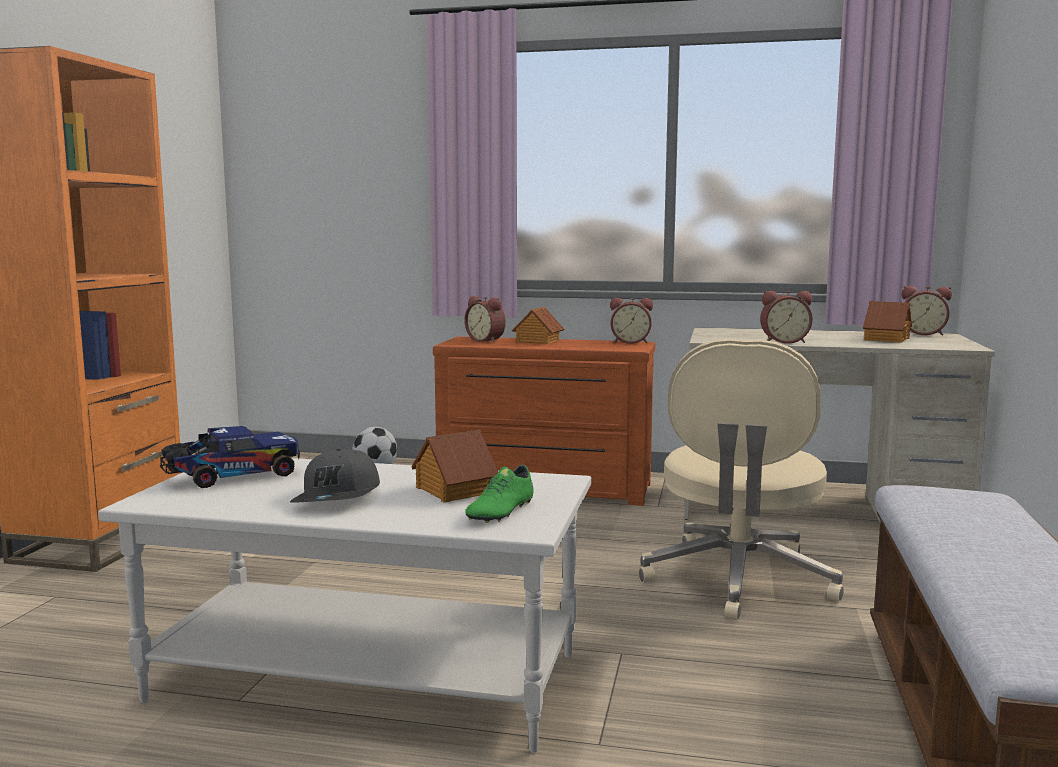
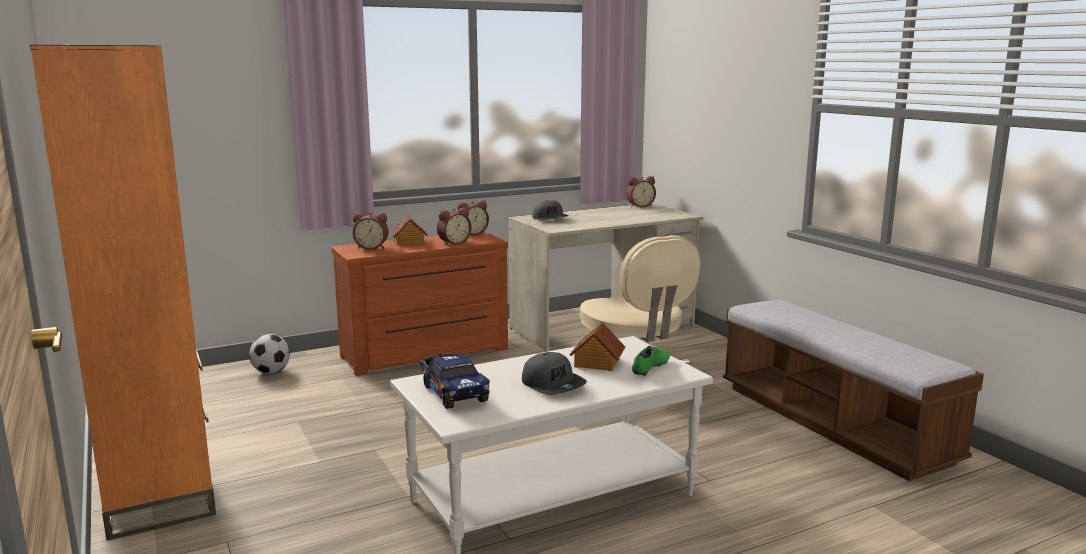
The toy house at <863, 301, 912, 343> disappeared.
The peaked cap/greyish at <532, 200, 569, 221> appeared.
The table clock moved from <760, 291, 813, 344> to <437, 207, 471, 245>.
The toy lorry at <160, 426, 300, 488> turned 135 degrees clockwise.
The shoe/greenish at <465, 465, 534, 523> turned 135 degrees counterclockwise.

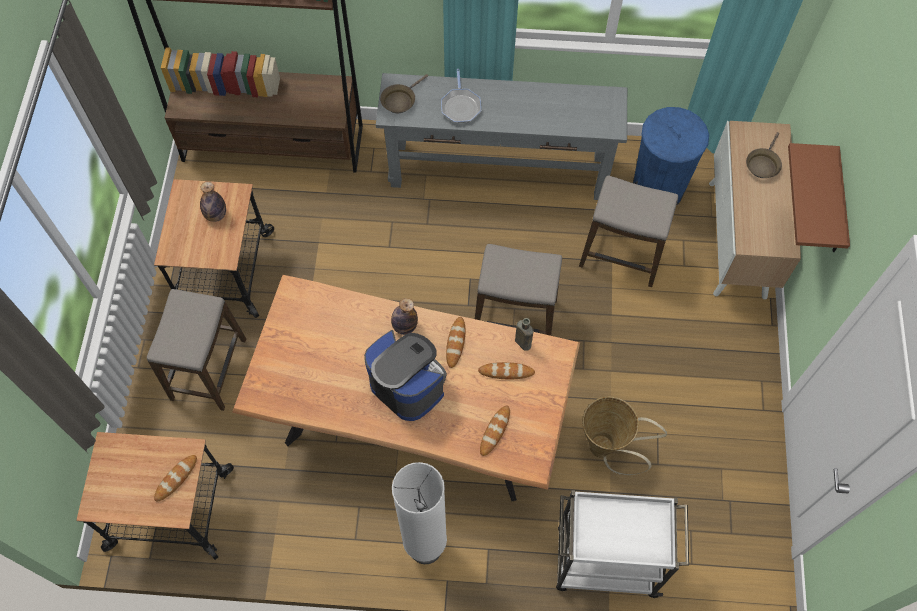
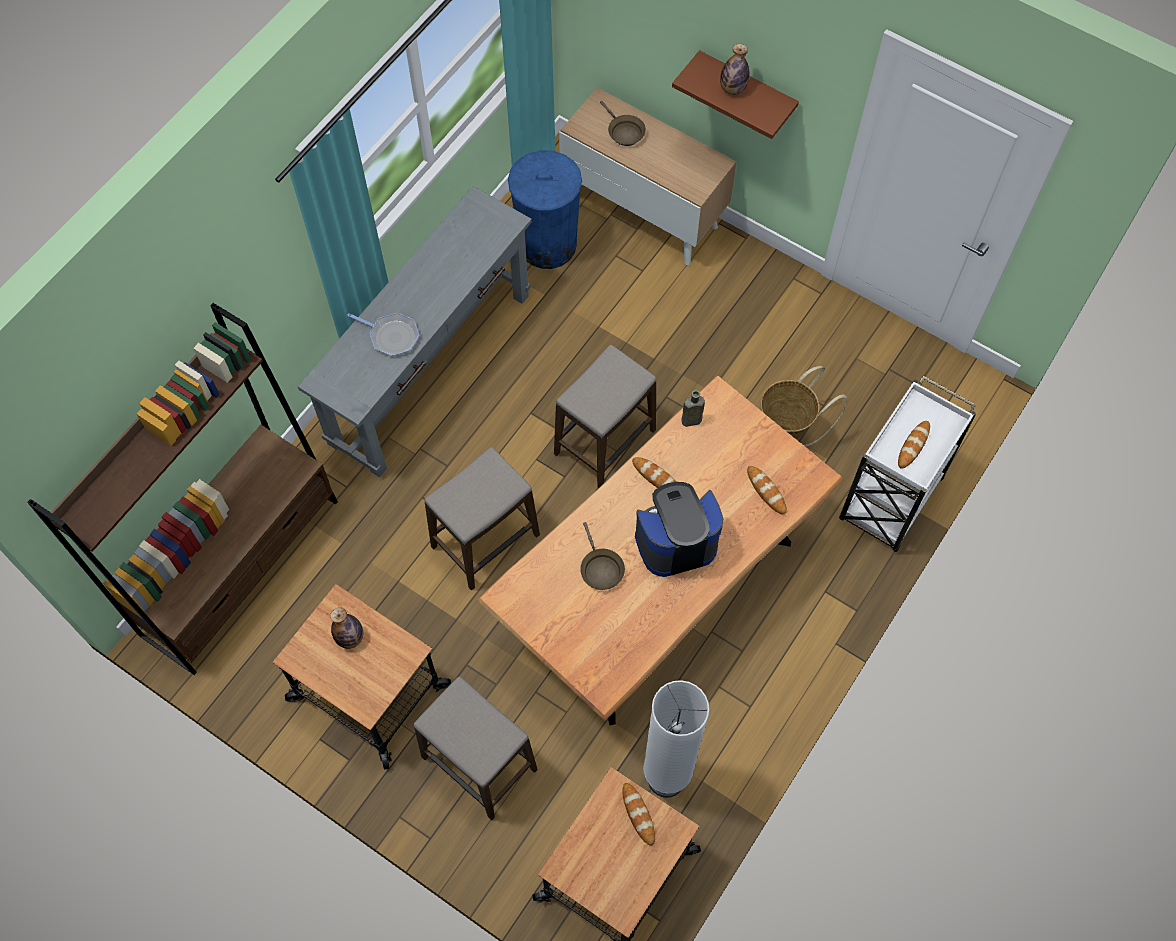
The skillet/brownish moved from <380, 74, 428, 113> to <580, 522, 625, 590>.
The drink bottle moved from <391, 298, 418, 335> to <720, 44, 750, 95>.
The standing lamp/whitish moved from <392, 462, 447, 564> to <643, 680, 709, 798>.
The bakery bread moved from <478, 362, 535, 379> to <898, 421, 930, 469>.
The sitting stool moved from <579, 176, 678, 287> to <425, 447, 540, 591>.

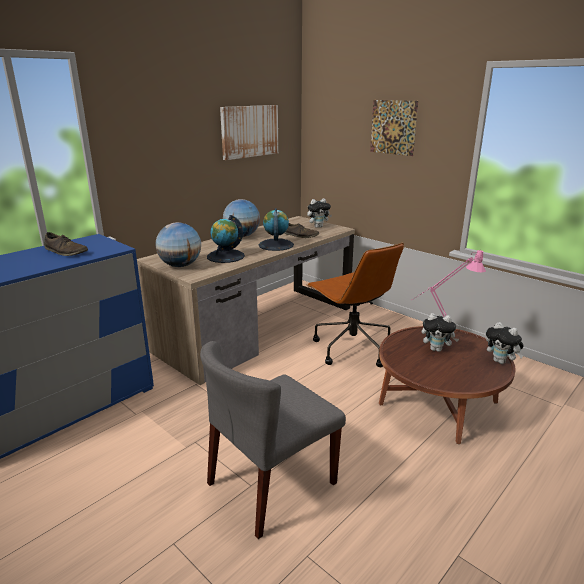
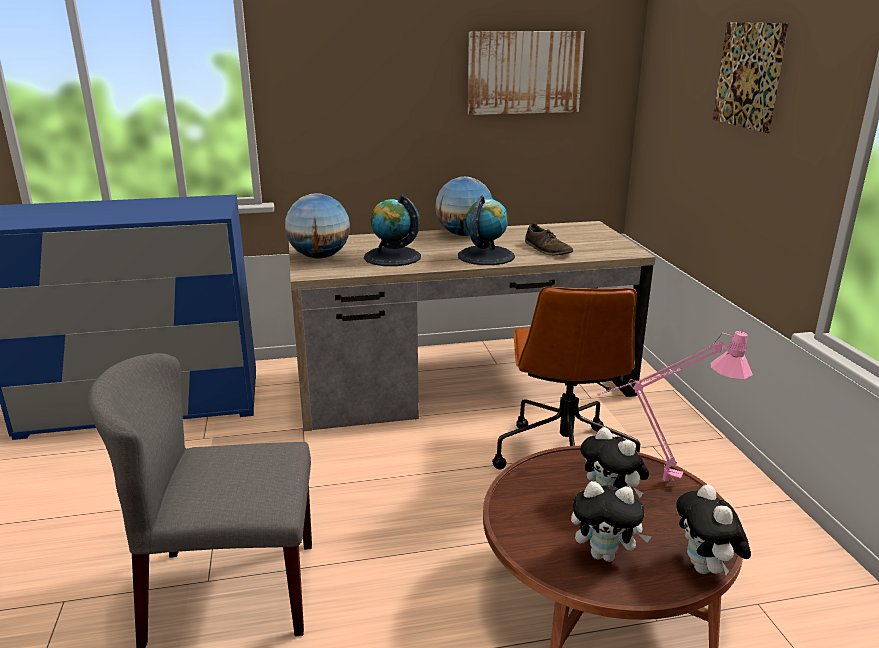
The shoe/brownish at <44, 232, 88, 256> disappeared.
The soft toy moved from <307, 198, 332, 228> to <571, 481, 652, 562>.

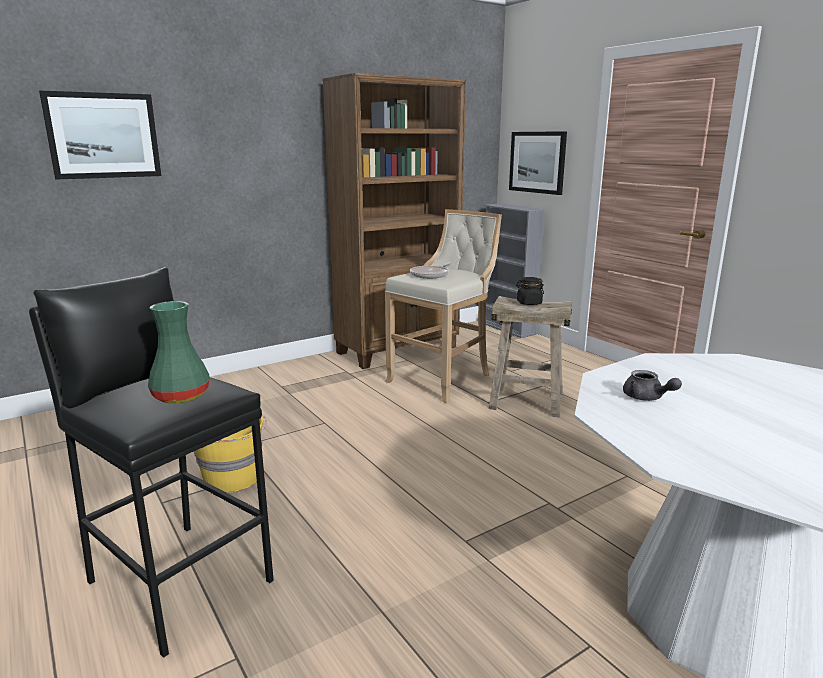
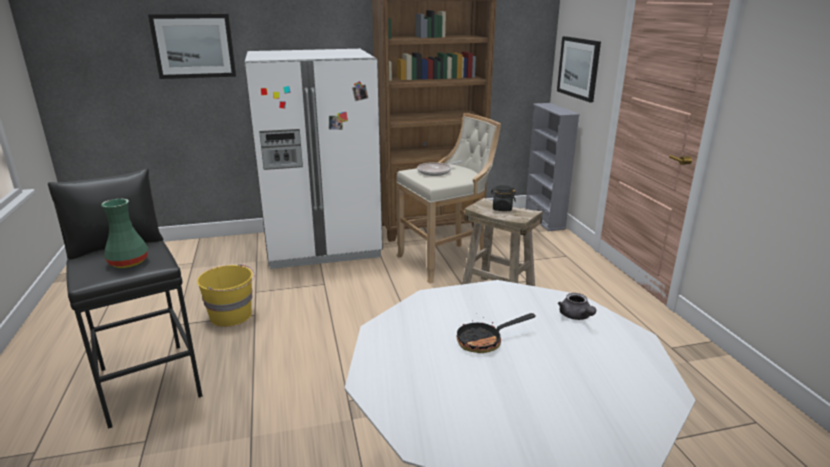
The kitchen fridge/whitish at <244, 49, 383, 269> appeared.
The skillet at <457, 313, 535, 353> appeared.
The pot for tea/greyish moved from <623, 370, 682, 401> to <558, 293, 596, 320>.

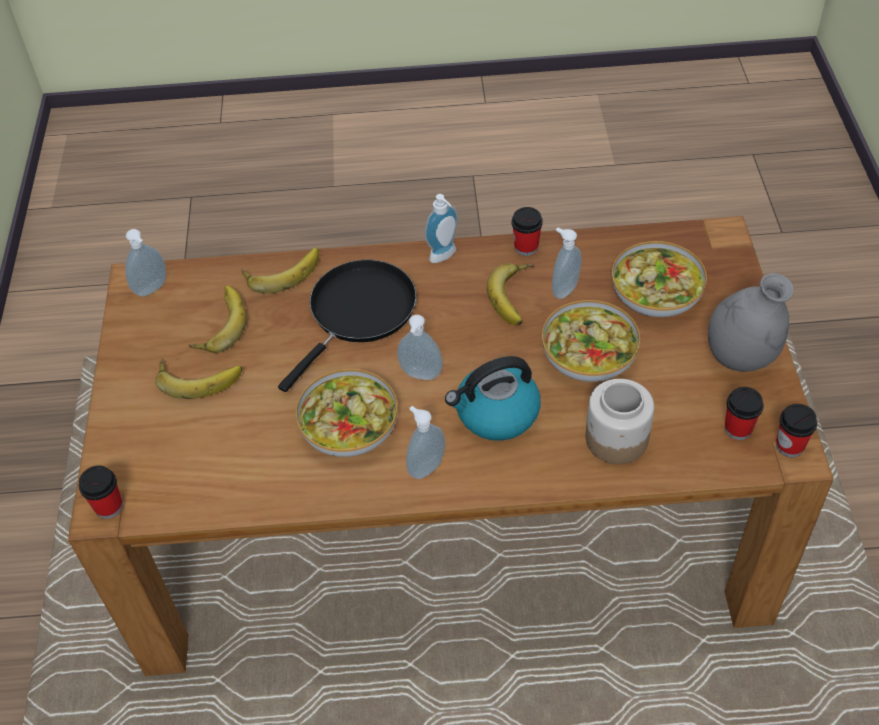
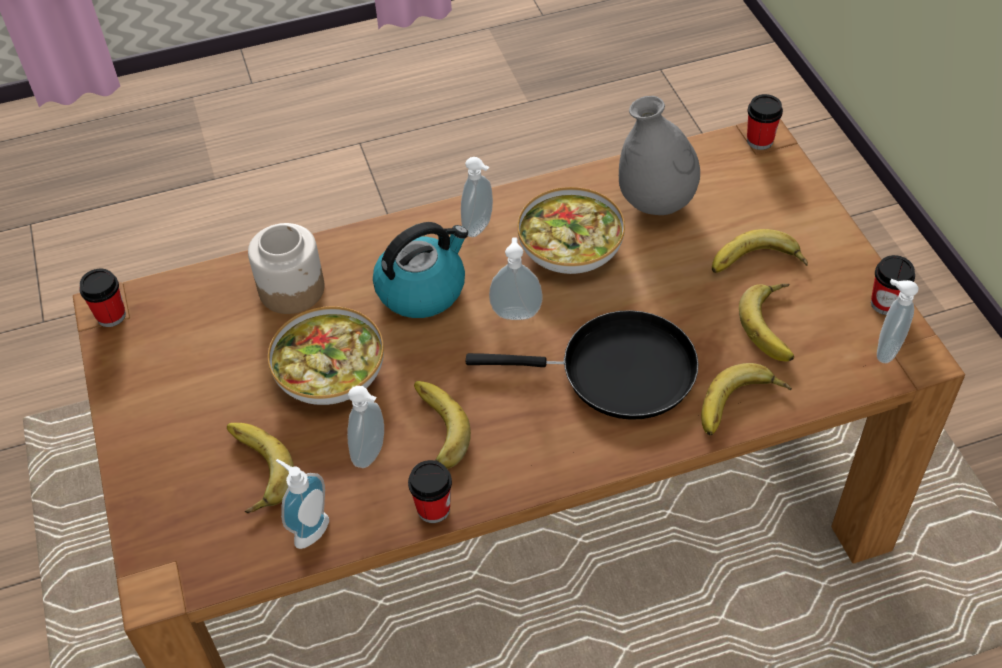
The soap bottle moved from <425, 194, 458, 263> to <276, 459, 329, 549>.
The decorative vase/greyish moved from <708, 273, 794, 372> to <619, 96, 700, 215>.
The small cup moved from <725, 387, 764, 440> to <871, 255, 915, 315>.
The serving bowl at <612, 241, 707, 317> was replaced by the banana fruit at <227, 423, 294, 513>.
The skillet/black at <278, 260, 416, 392> turned 105 degrees counterclockwise.

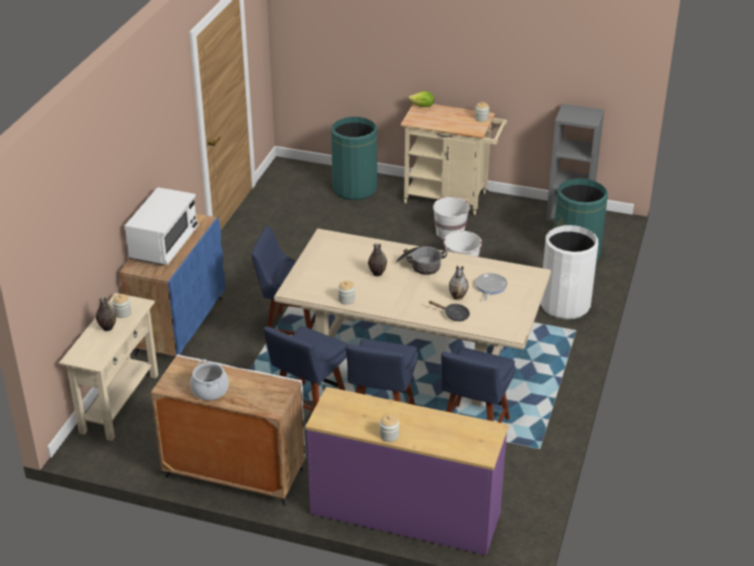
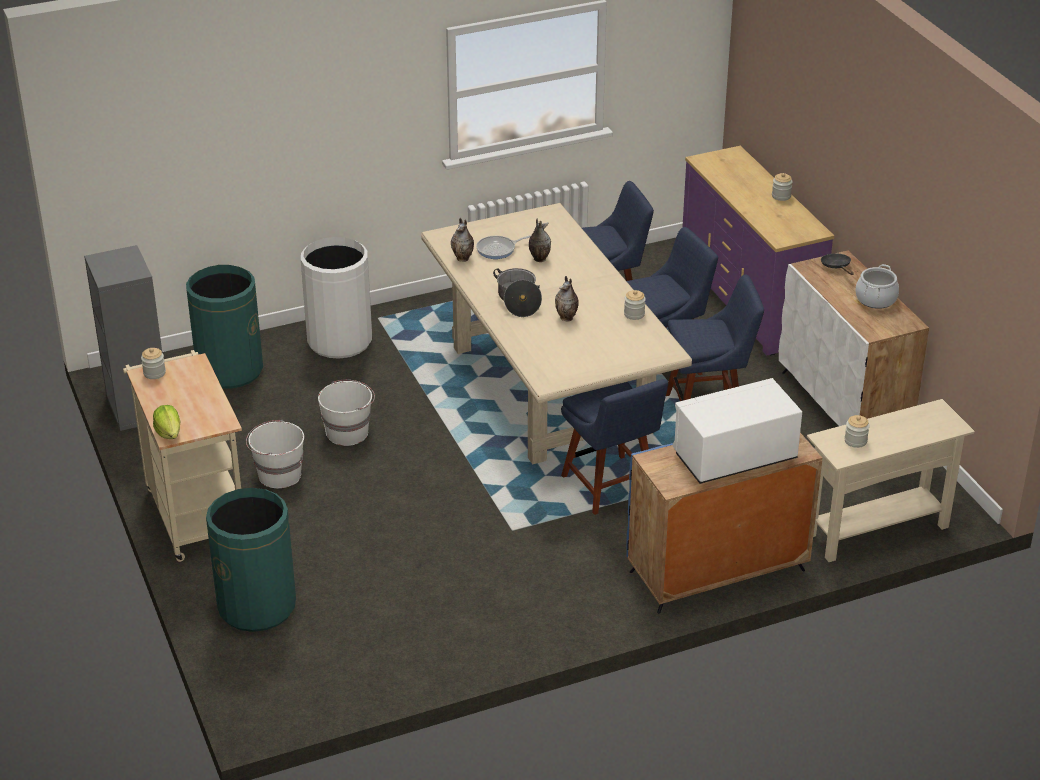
The decorative vase moved from <96, 296, 116, 331> to <451, 218, 474, 262>.
The skillet/black moved from <428, 301, 470, 321> to <821, 254, 854, 275>.

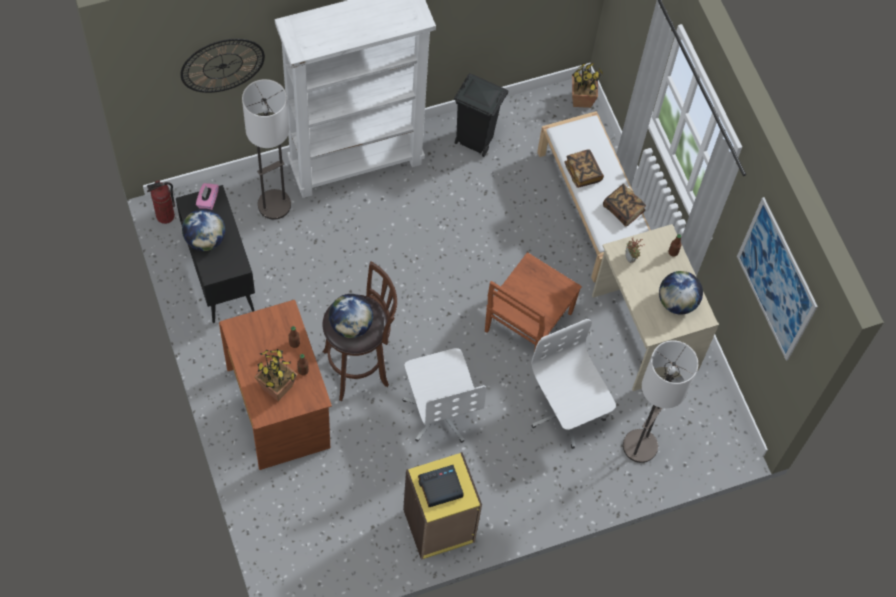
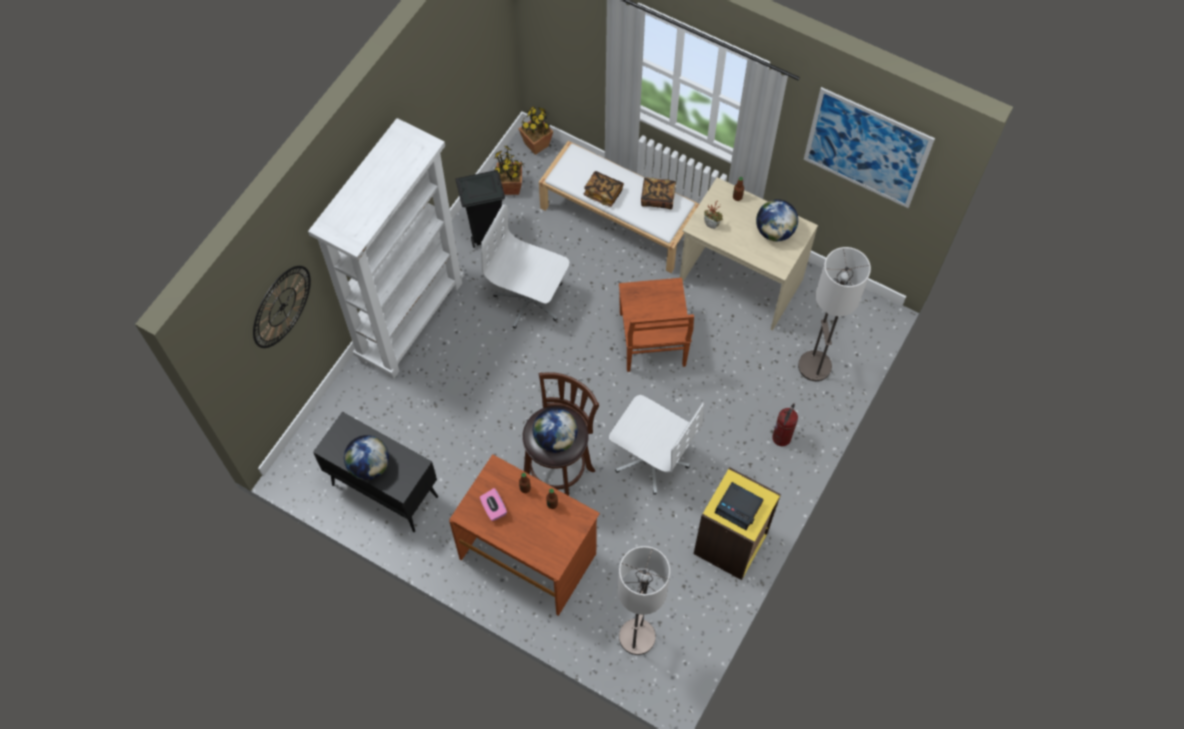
The fire extinguisher moved from <147, 180, 175, 224> to <772, 404, 798, 446>.
The box of tissues/pink moved from <196, 183, 219, 210> to <480, 488, 507, 521>.
The standing lamp moved from <242, 79, 291, 219> to <618, 546, 670, 655>.
The houseplant moved from <255, 349, 298, 401> to <493, 146, 523, 195>.
The office chair/whitish moved from <531, 319, 616, 449> to <481, 204, 569, 329>.
The table clock at <418, 465, 464, 507> turned 90 degrees counterclockwise.

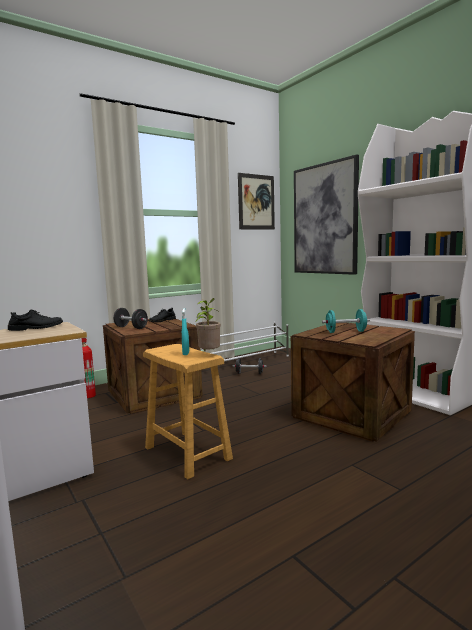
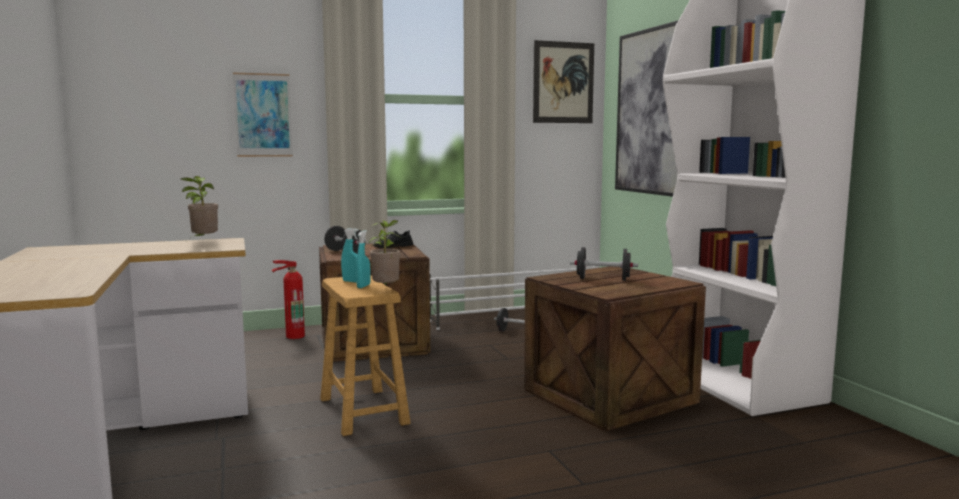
The wall art at <233, 72, 293, 157> appeared.
The sprayer/blue-green at <341, 228, 359, 282> appeared.
The shoe/black at <8, 310, 63, 331> was replaced by the houseplant at <181, 176, 218, 241>.
The dumbbell/blue-green at <322, 309, 370, 333> became the dumbbell/black at <570, 247, 638, 281>.

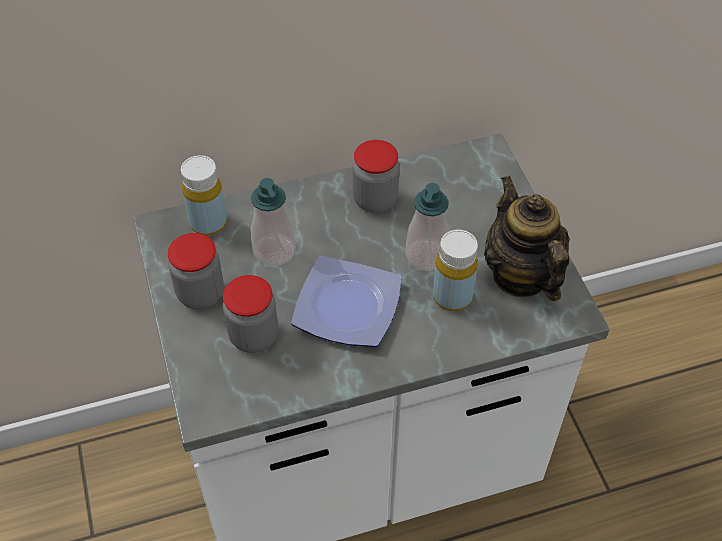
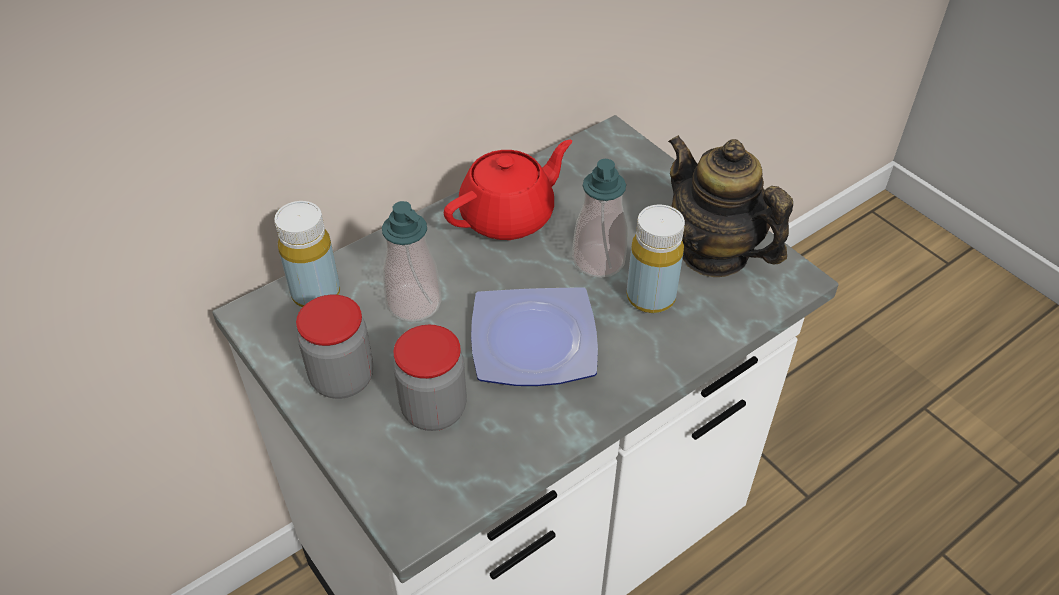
The preserve jar at <353, 140, 400, 213> was replaced by the pot for tea/reddish at <444, 140, 572, 240>.

